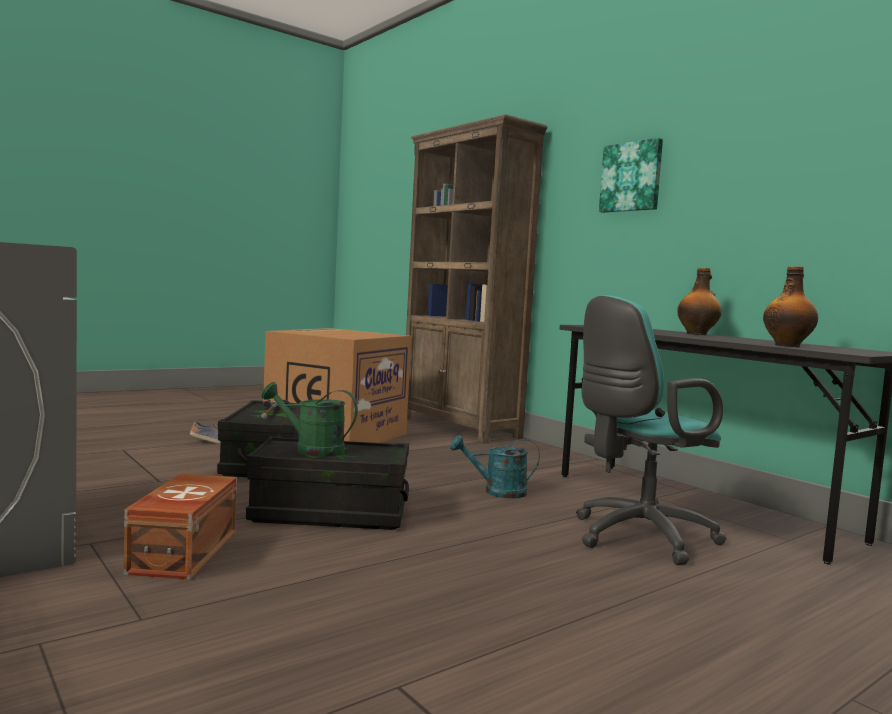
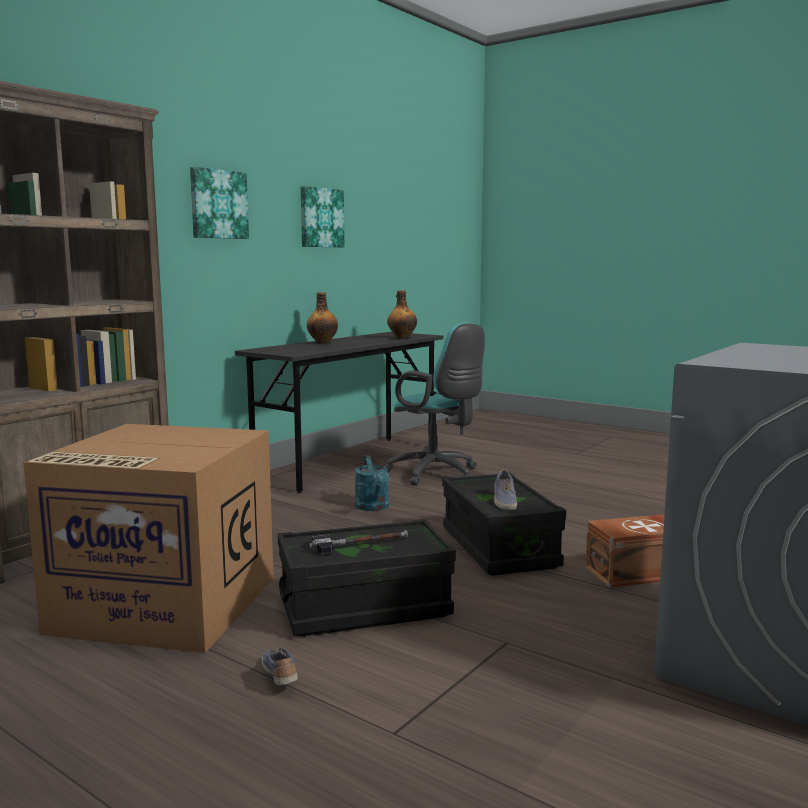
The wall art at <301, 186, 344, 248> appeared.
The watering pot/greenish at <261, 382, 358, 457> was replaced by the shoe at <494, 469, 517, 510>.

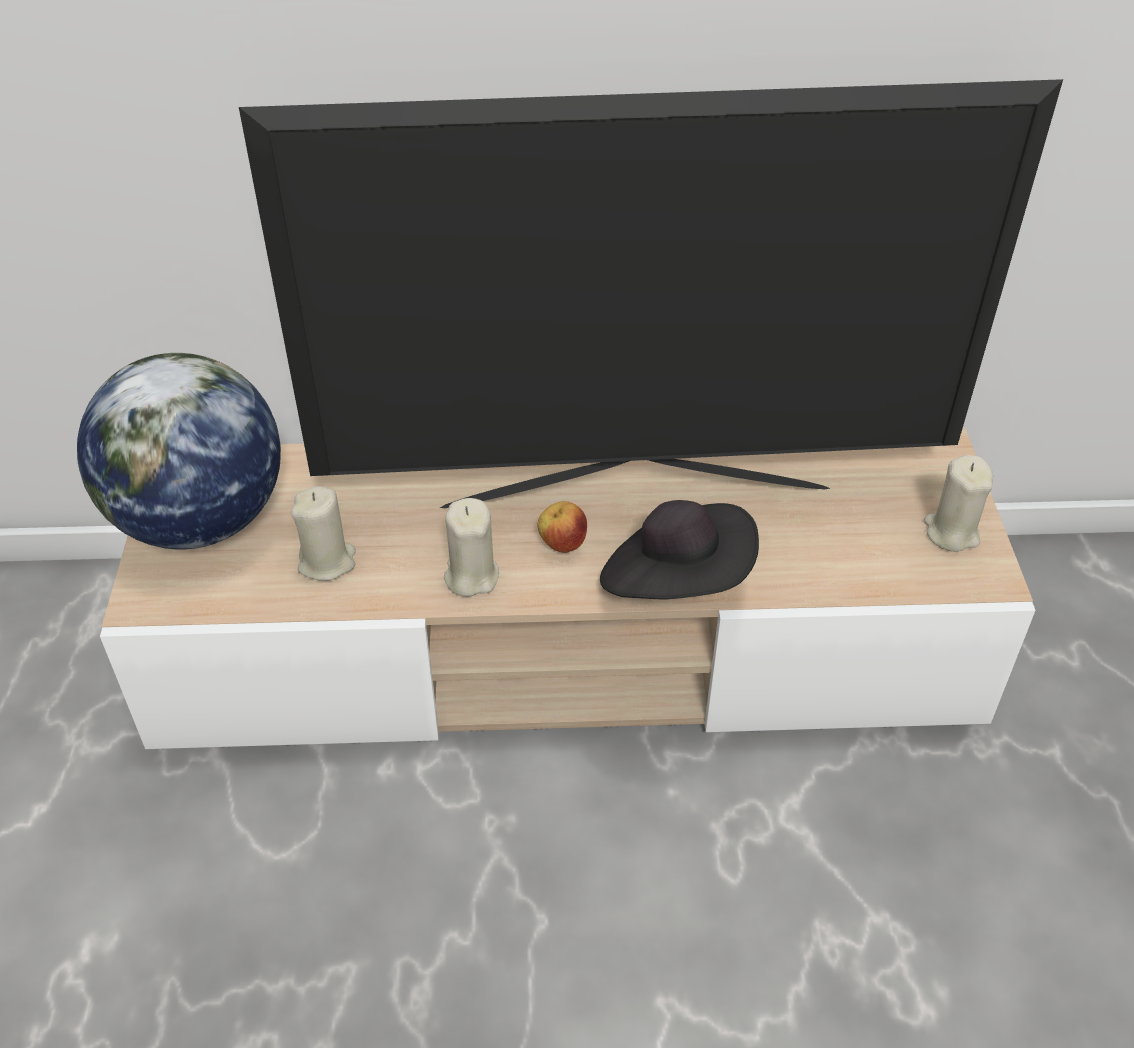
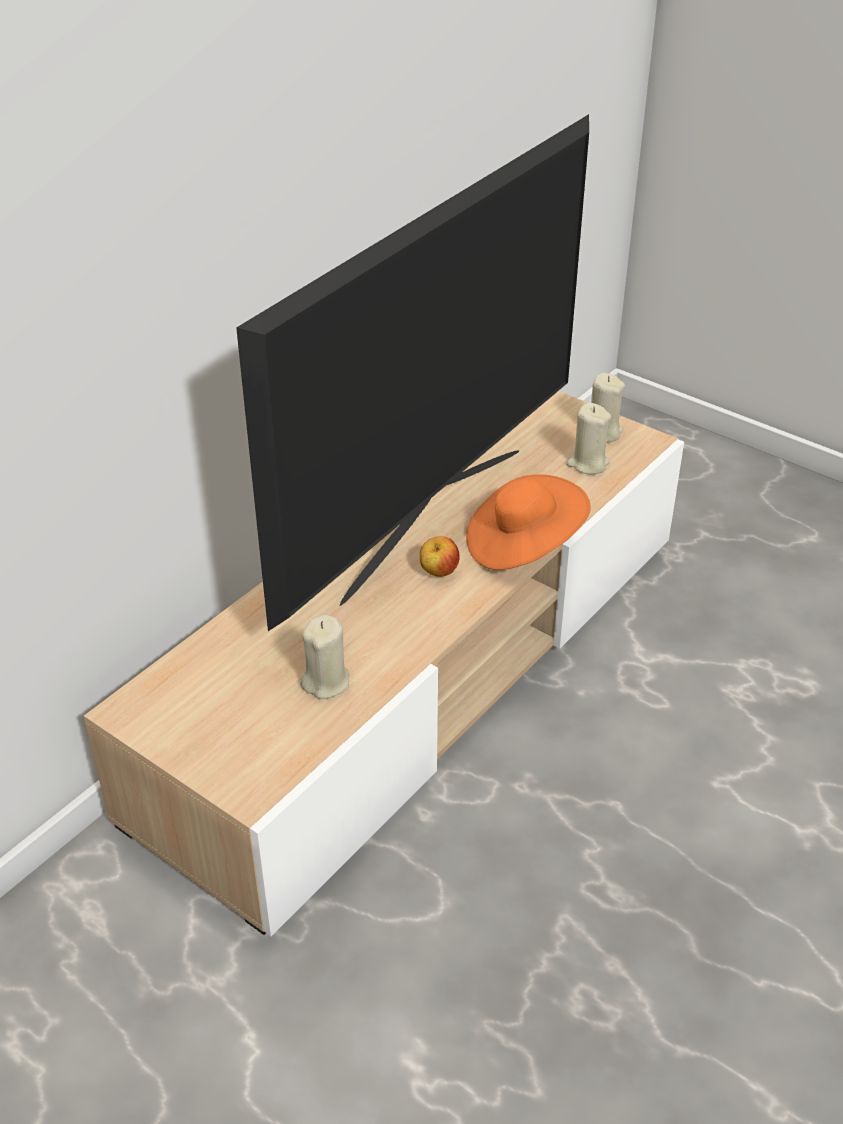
The globe at <77, 353, 281, 549> disappeared.
The wax candle/beige-coloured moved from <444, 498, 499, 597> to <566, 403, 611, 475>.
The hat/black at <600, 500, 759, 599> became the hat/orangey at <466, 474, 591, 570>.

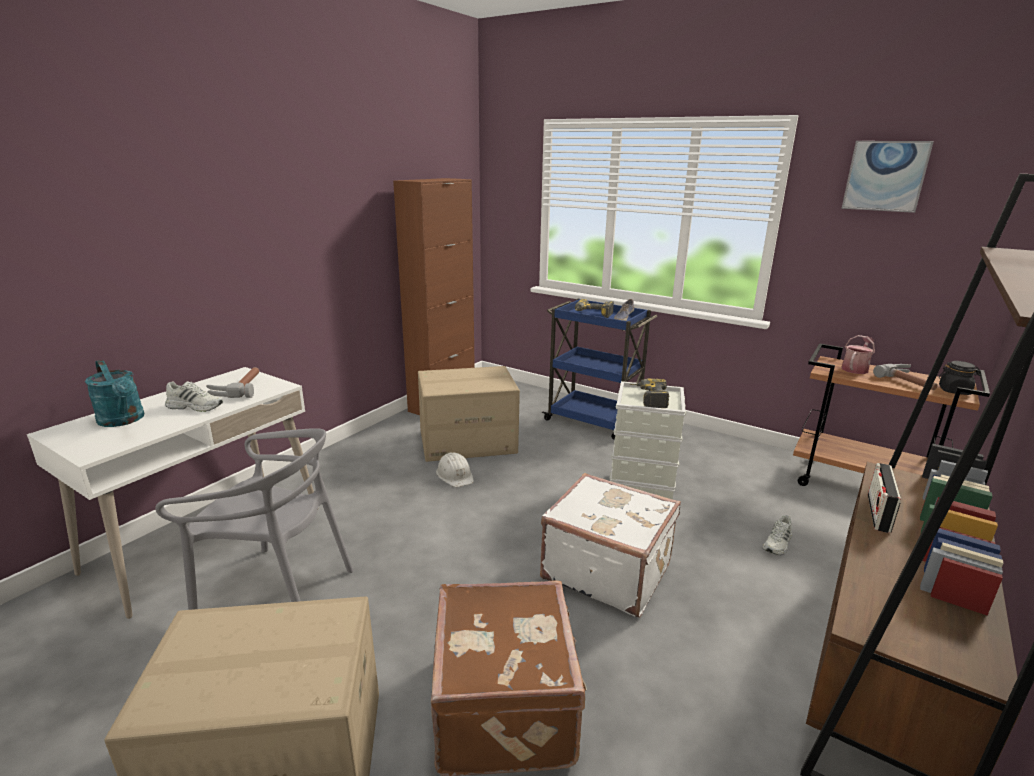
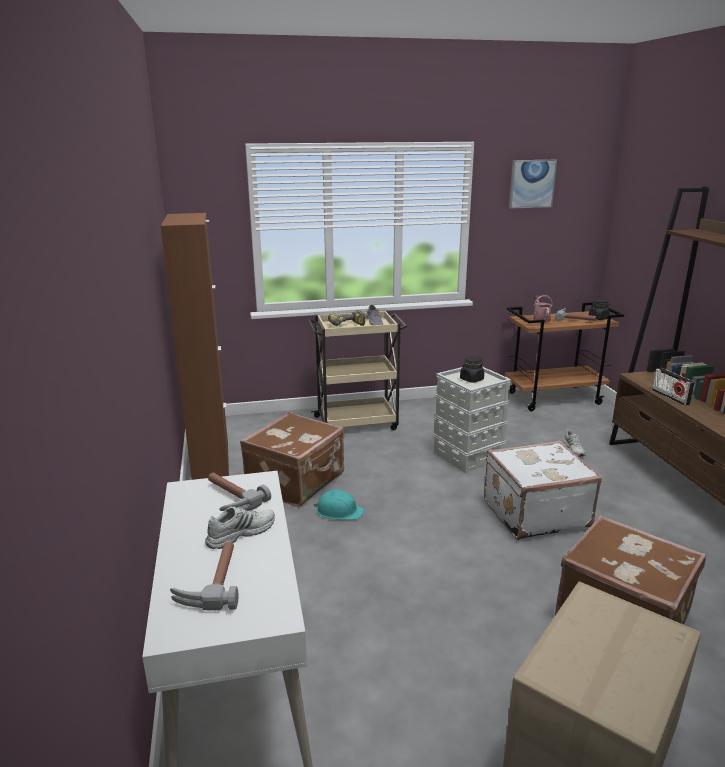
The chair/greyish at <155, 428, 354, 610> disappeared.
The watering pot/blue-green at <85, 360, 145, 427> was replaced by the hand hammer at <170, 542, 239, 610>.
The packing box at <418, 366, 520, 462> was replaced by the suitcase/brownish at <240, 412, 344, 507>.
The power drill at <630, 378, 669, 408> was replaced by the preserve jar/black at <460, 356, 484, 383>.
The safety helmet/whitish at <436, 452, 474, 487> became the safety helmet/blue-green at <313, 490, 364, 520>.
The wheeled cart/blue-coloured at <542, 299, 657, 440> became the wheeled cart/beige-coloured at <308, 310, 407, 430>.

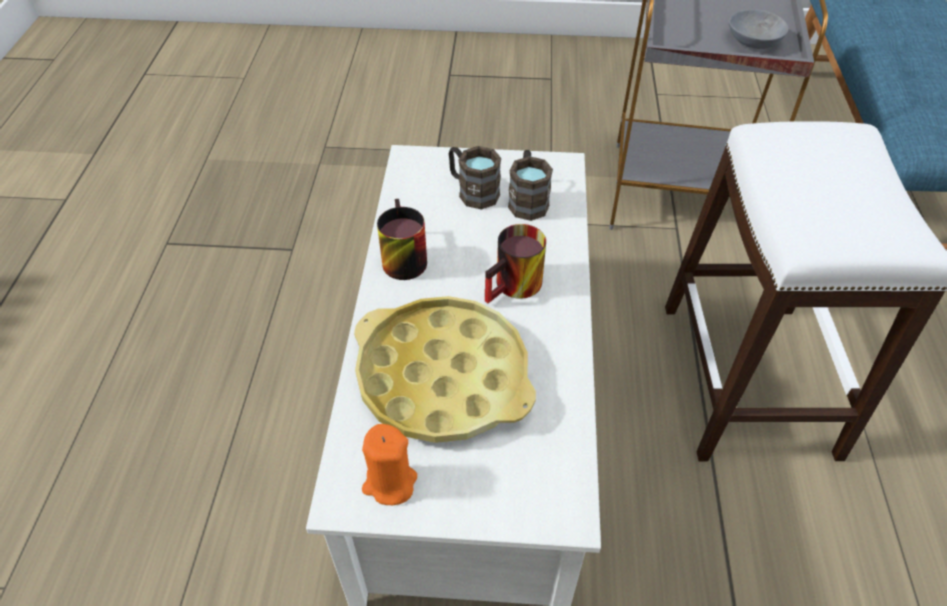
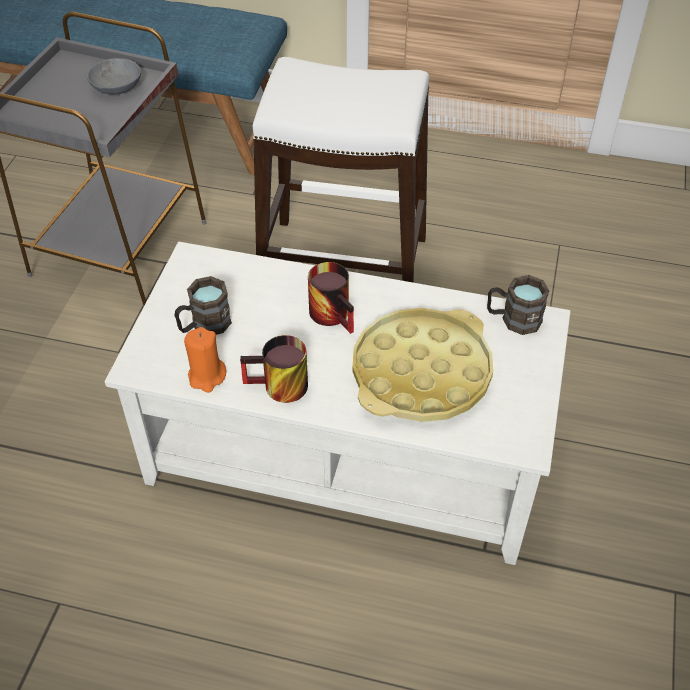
The wax candle/orangey moved from <362, 424, 417, 505> to <184, 327, 226, 393>.
The tea mug/brownish moved from <508, 150, 553, 221> to <487, 275, 550, 335>.

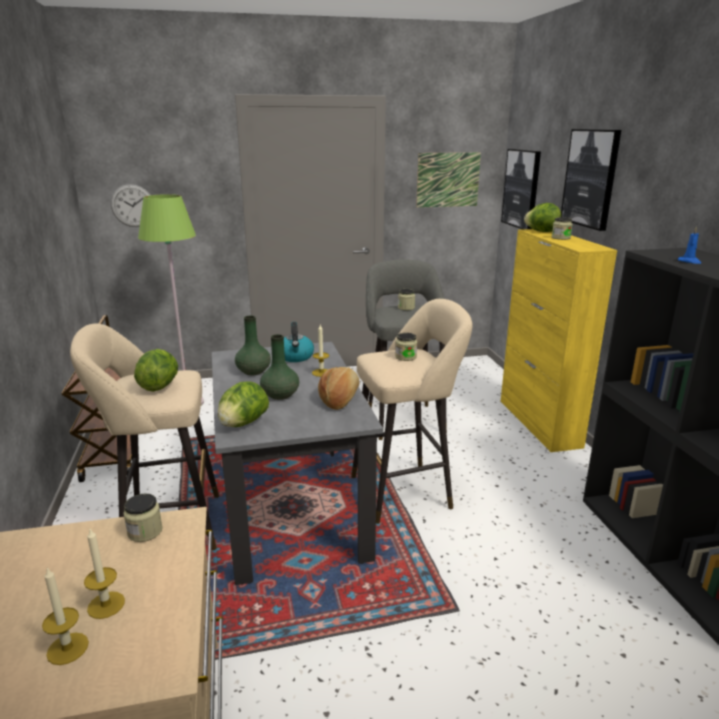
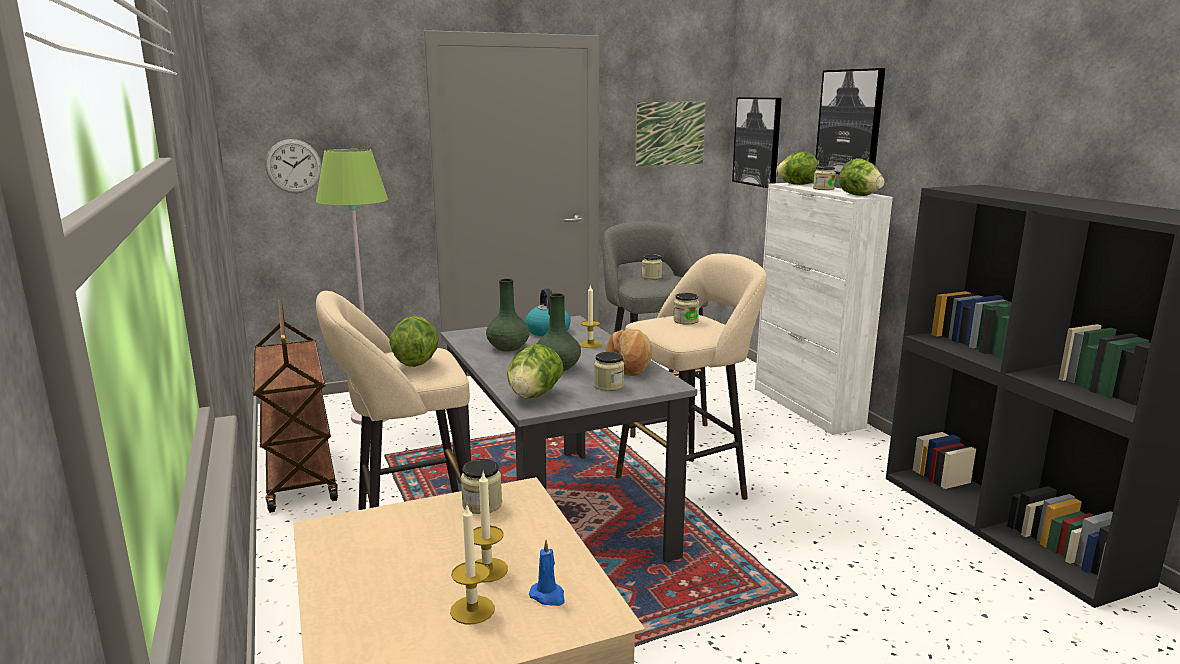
The preserve jar at <594, 352, 624, 391> appeared.
The head of lettuce at <839, 158, 884, 196> appeared.
The wax candle/blue-coloured moved from <678, 226, 701, 264> to <529, 540, 564, 606>.
The cabinet/yellow at <501, 229, 617, 452> became the cabinet/whitish at <755, 183, 893, 435>.

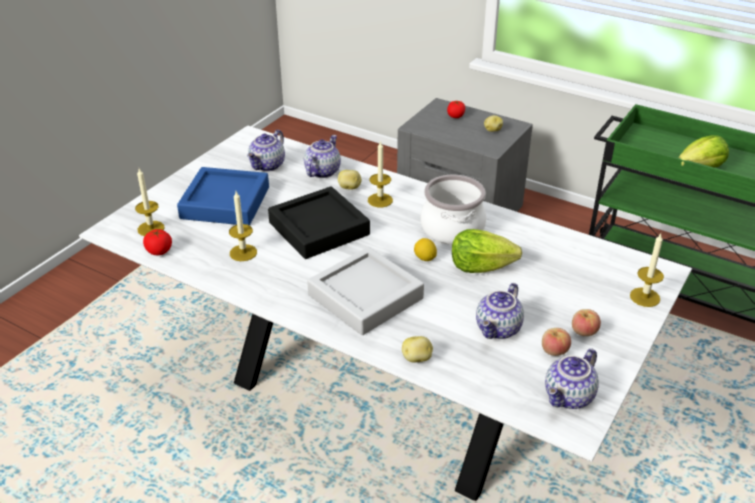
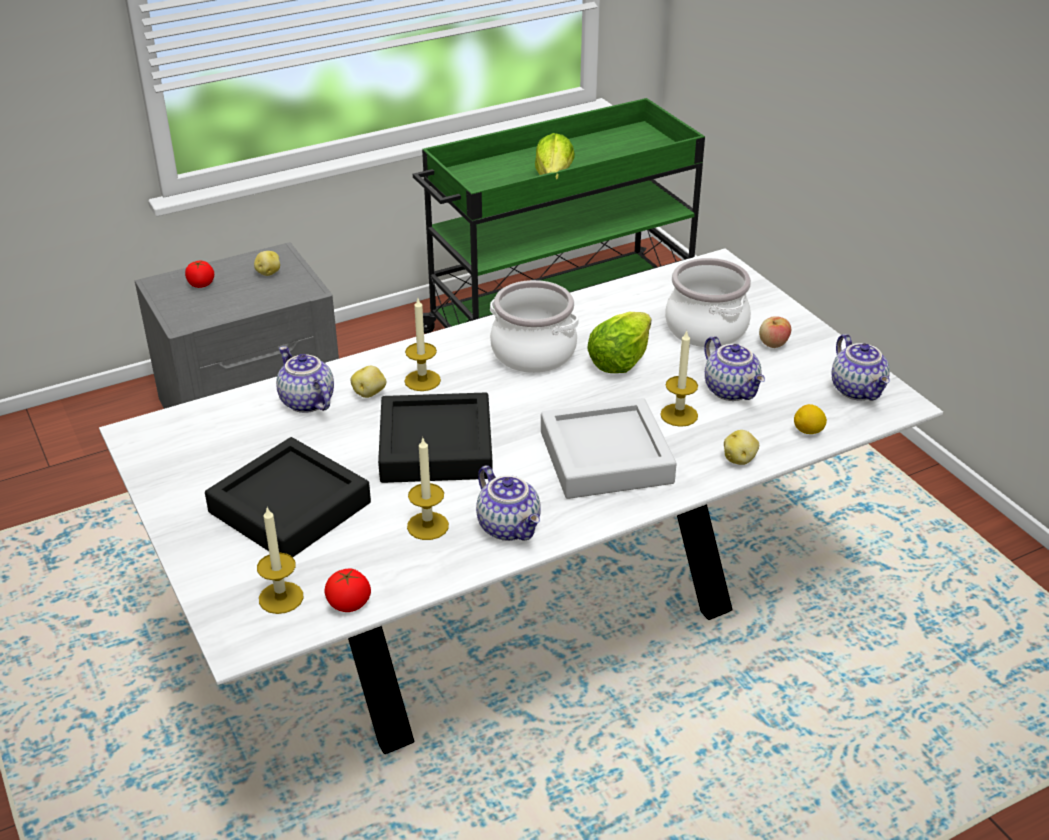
The apple at <542, 328, 571, 356> disappeared.
The saucepot at <665, 258, 751, 348> appeared.
The pot for tea moved from <247, 130, 285, 172> to <476, 466, 541, 541>.
The citrus fruit moved from <414, 238, 437, 261> to <794, 404, 827, 434>.
The wax candle moved from <630, 234, 664, 307> to <660, 330, 698, 427>.
The tray/blue-coloured at <177, 167, 269, 225> became the tray/black at <205, 437, 371, 557>.

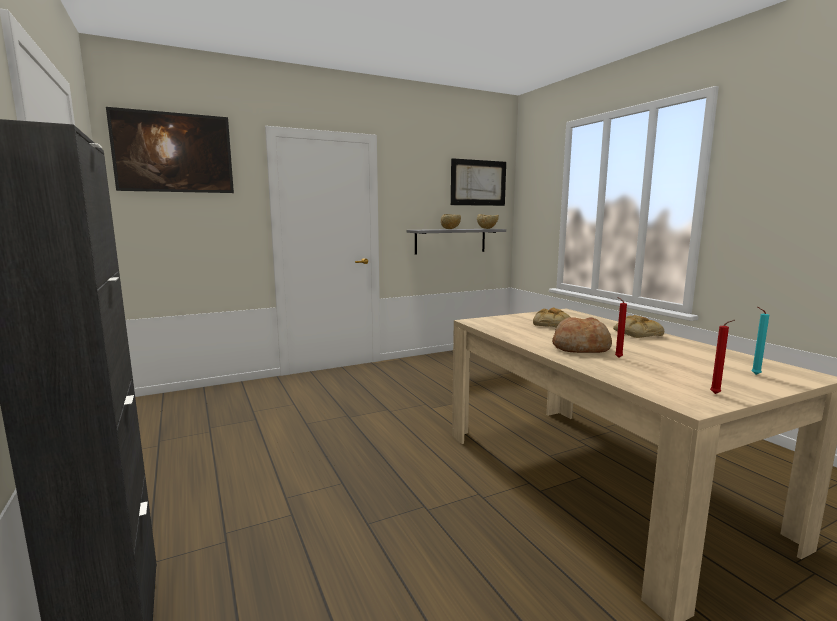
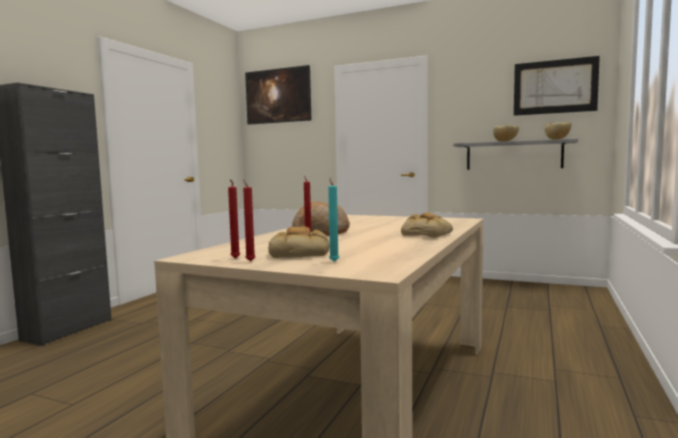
The wax candle/reddish at <243, 179, 255, 261> appeared.
The bakery bread moved from <533, 307, 570, 328> to <268, 227, 330, 258>.

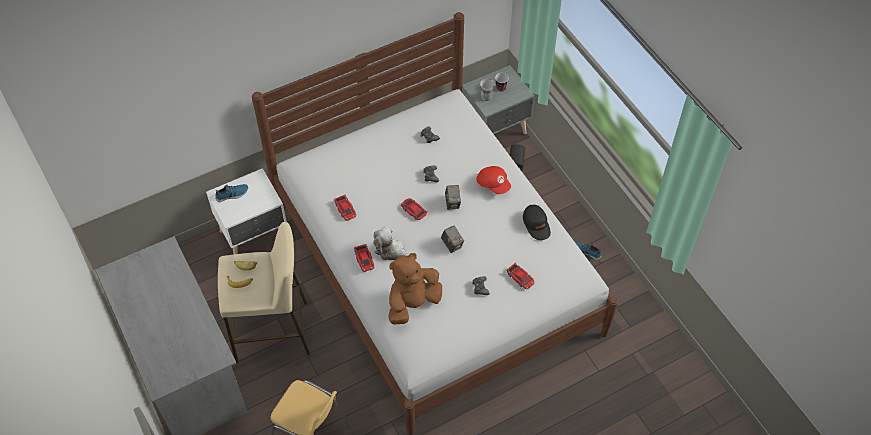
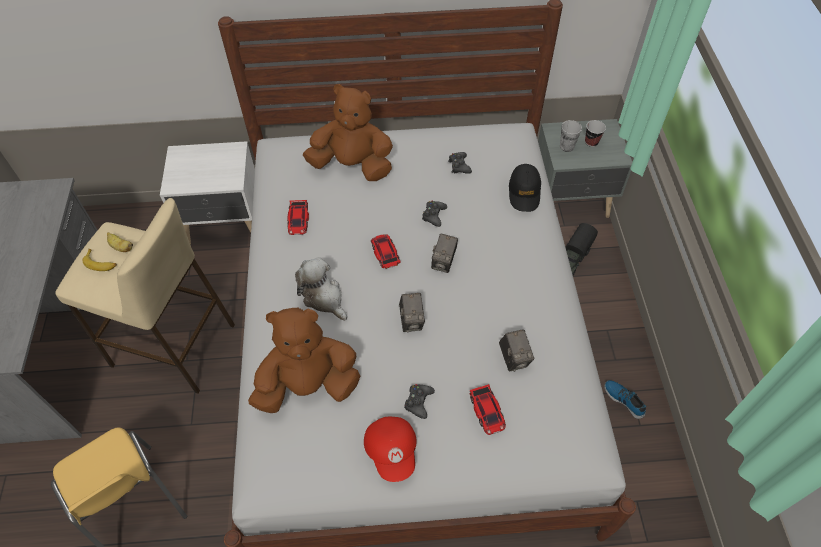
The shoe at <215, 184, 248, 202> disappeared.
The miniature car at <354, 244, 374, 272> disappeared.
The soft toy/brownish at <303, 84, 393, 181> appeared.
The photo camera at <499, 329, 535, 372> appeared.
The peaked cap/reddish moved from <476, 166, 511, 194> to <364, 417, 417, 482>.
The peaked cap/black moved from <523, 205, 551, 240> to <509, 164, 541, 212>.

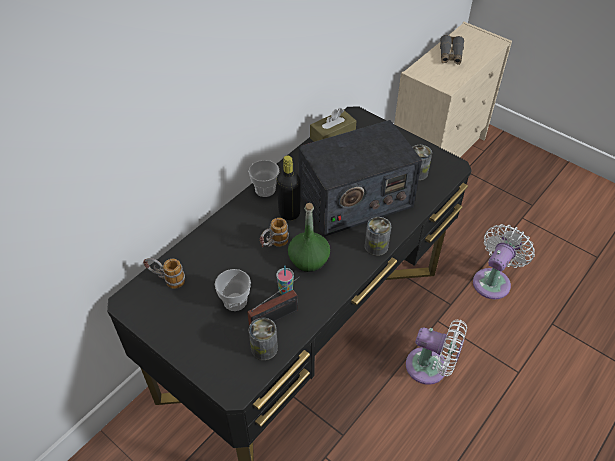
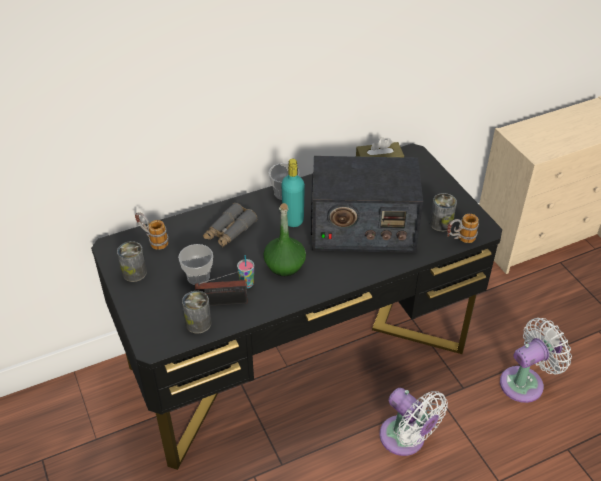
The tea mug moved from <260, 218, 289, 247> to <447, 214, 479, 243>.
The can moved from <365, 217, 391, 256> to <117, 241, 147, 282>.
The binoculars/greyish moved from <440, 35, 464, 65> to <203, 203, 257, 248>.
The drink bottle/black at <276, 155, 301, 220> became the drink bottle/blue-green at <281, 159, 305, 227>.

